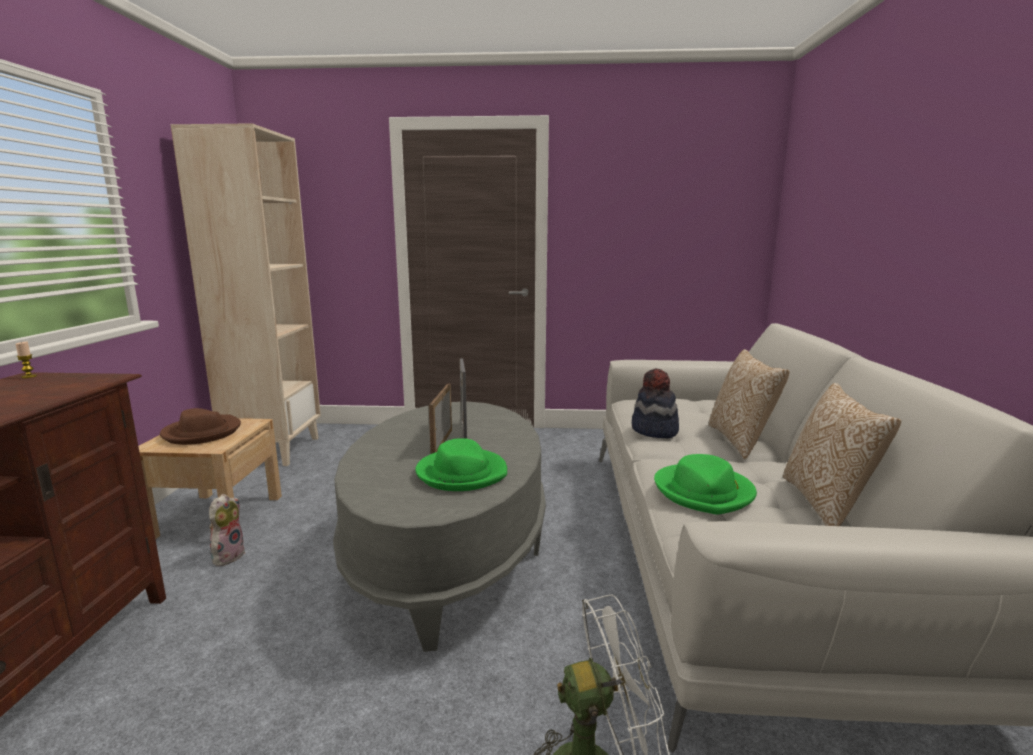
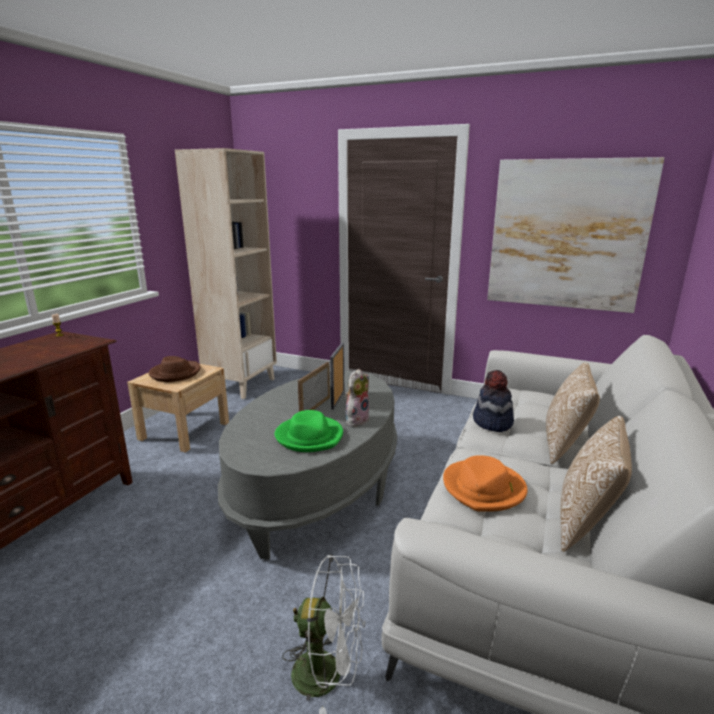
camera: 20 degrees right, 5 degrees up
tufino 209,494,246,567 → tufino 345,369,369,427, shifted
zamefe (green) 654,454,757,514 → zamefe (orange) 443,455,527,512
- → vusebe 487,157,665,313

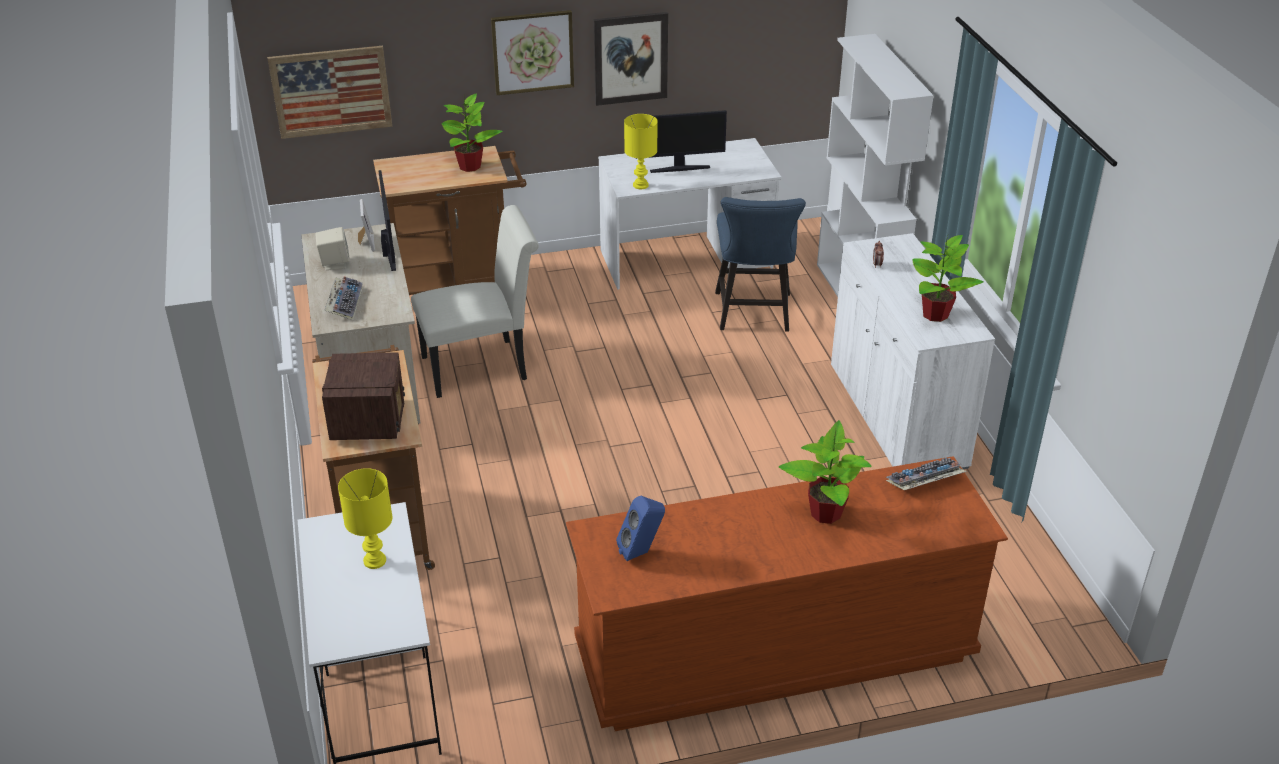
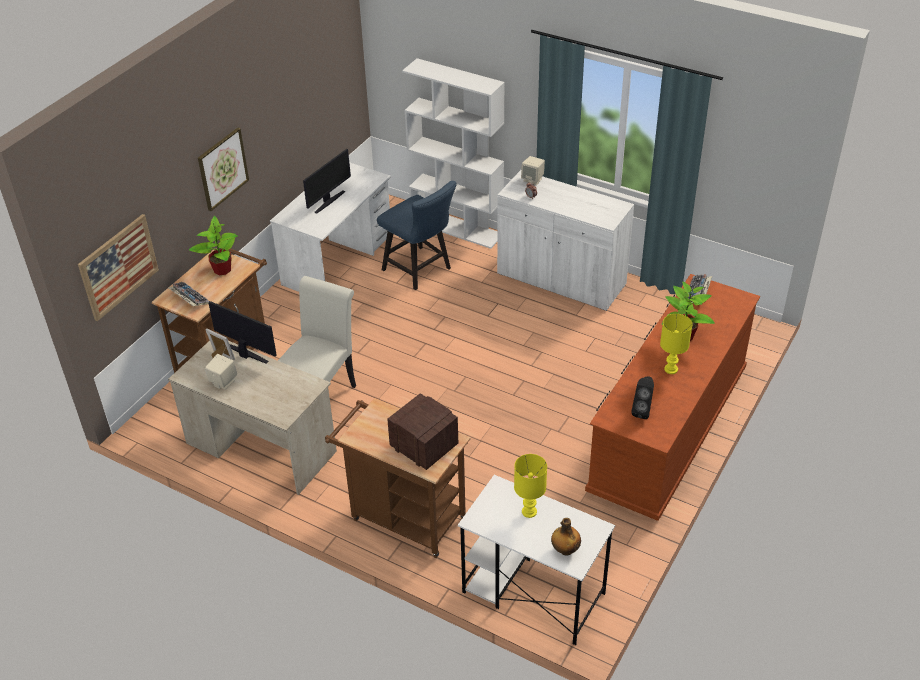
camera: 45 degrees left, 5 degrees up
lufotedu 325,276,363,320 → lufotedu 168,282,209,306, shifted
vusebe 593,12,668,106 → -
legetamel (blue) 616,496,665,561 → legetamel (black) 631,376,654,419
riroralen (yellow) 624,114,658,189 → riroralen (yellow) 660,314,693,374, shifted
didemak 912,235,983,322 → -
- → legetamel (beige) 521,156,545,185
- → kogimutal 551,518,581,556

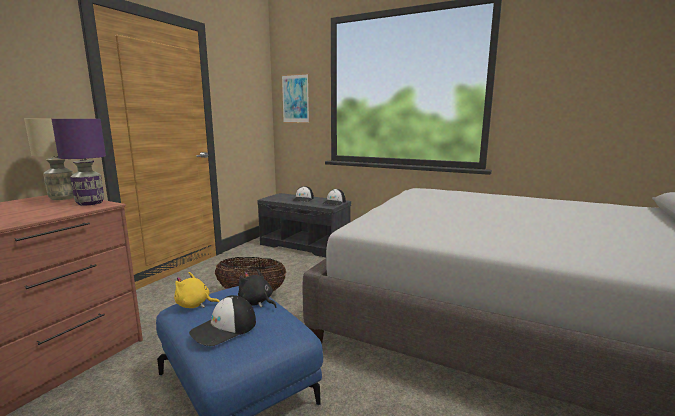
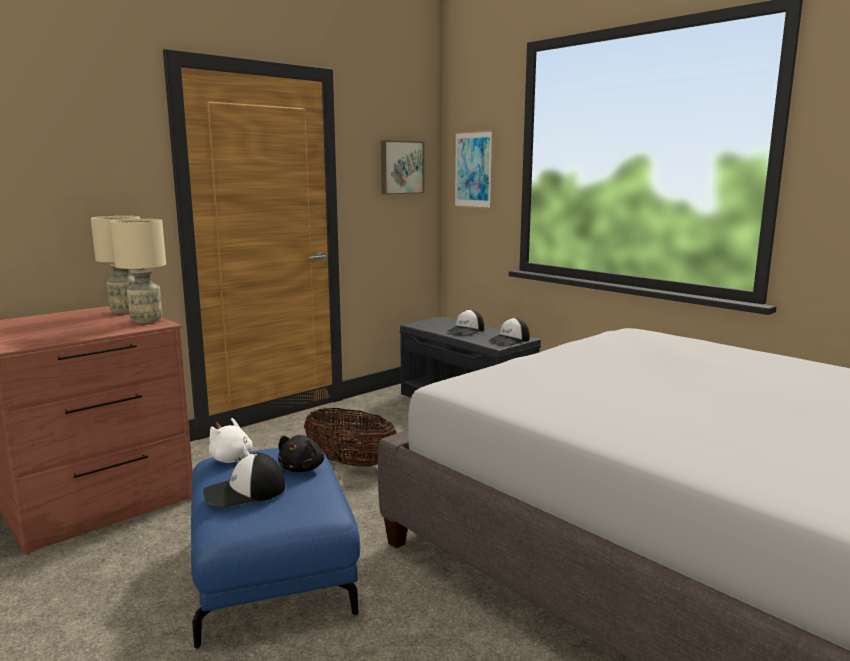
camera: 20 degrees right, 0 degrees up
riroralen (purple) 52,119,106,206 → riroralen (beige) 110,219,166,324
tufino (yellow) 174,272,219,308 → tufino (white) 209,418,252,463
tufino (black) 238,269,277,308 → tufino (black) 278,435,324,472, 135 degrees counterclockwise
- → vusebe 381,140,424,195

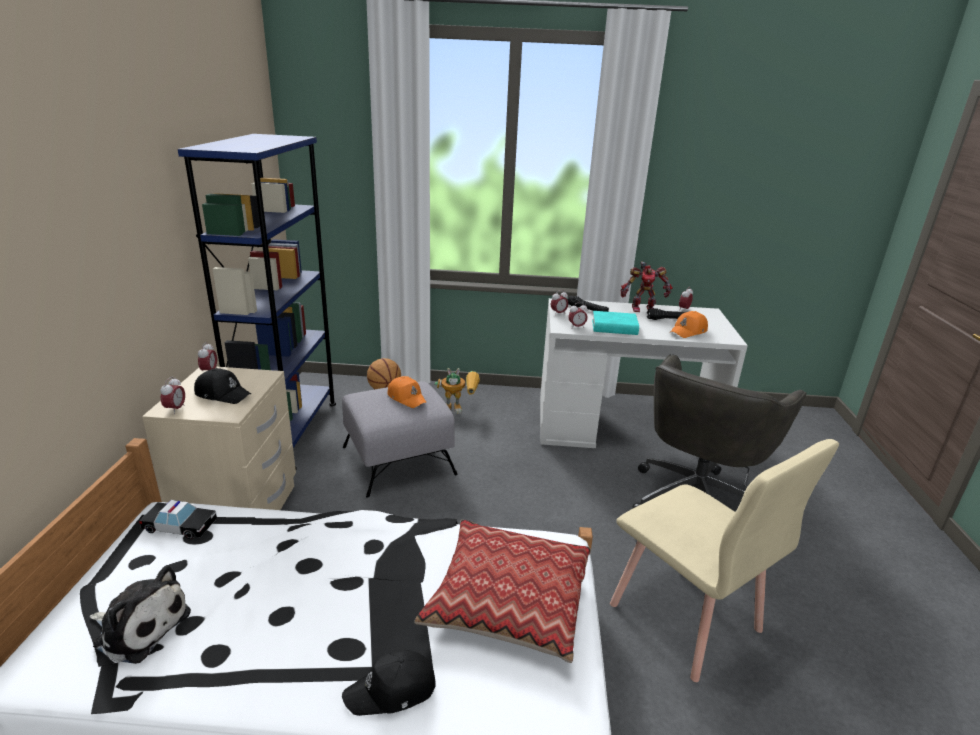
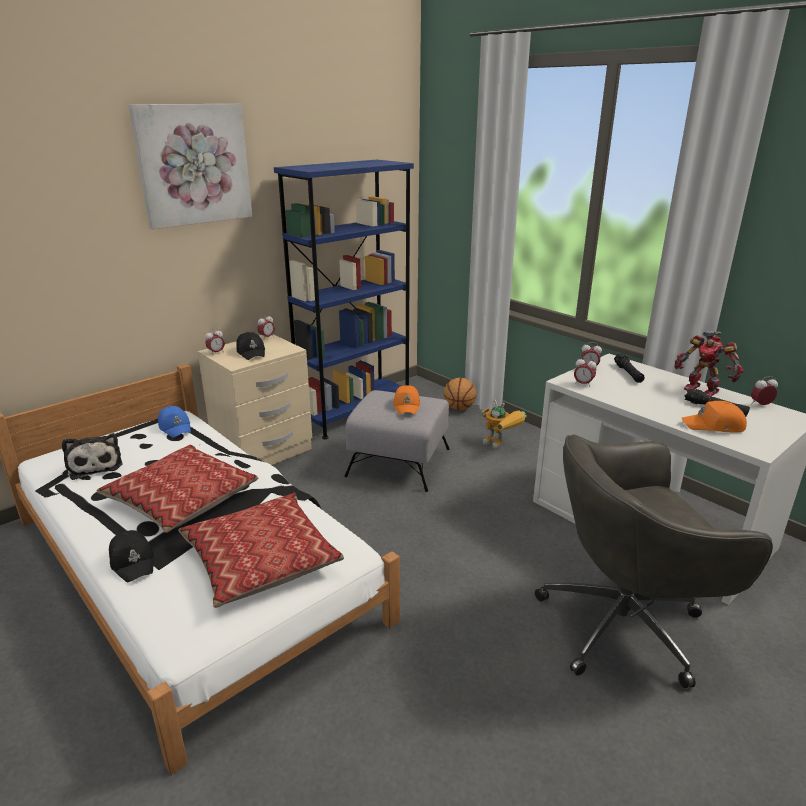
camera: 45 degrees right, 0 degrees up
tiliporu 139,500,217,539 → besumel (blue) 158,406,191,438
besumel (black) 342,650,436,716 → besumel (black) 109,530,154,582, 150 degrees counterclockwise
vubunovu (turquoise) 592,311,639,335 → -
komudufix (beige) 610,439,839,682 → -
- → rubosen 97,445,258,533
- → vusebe 129,104,252,229

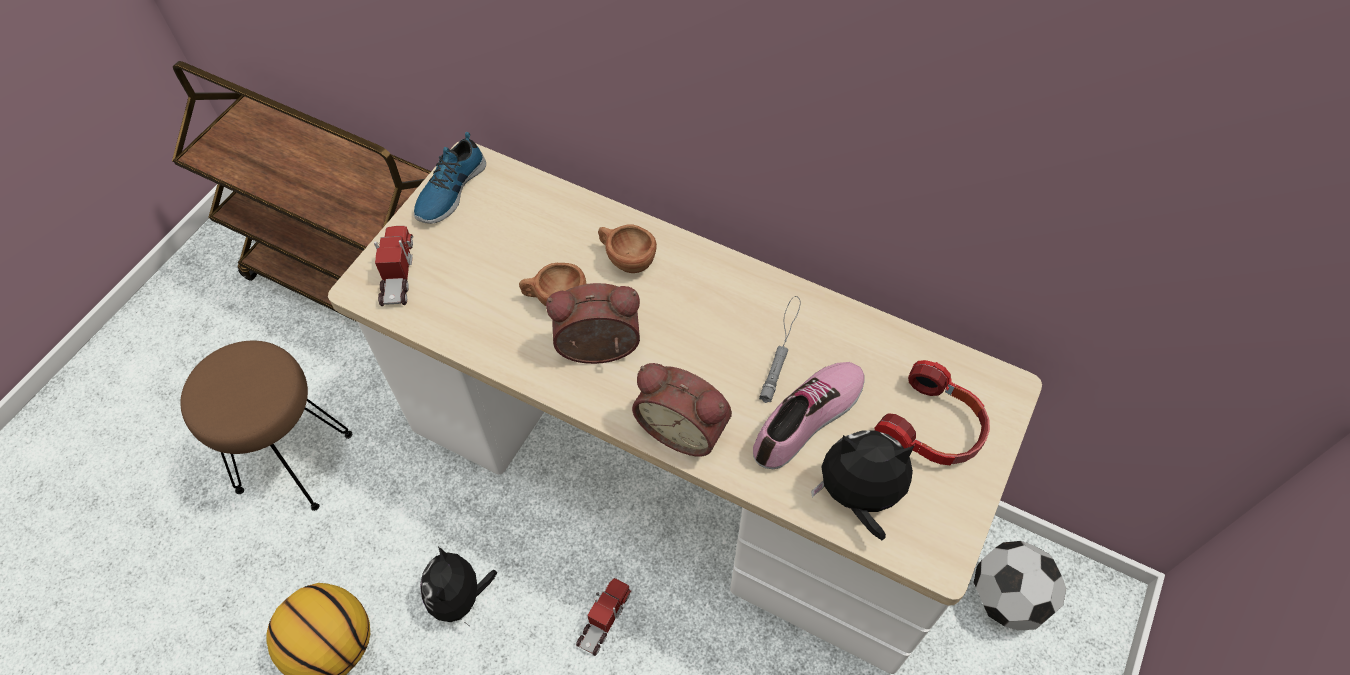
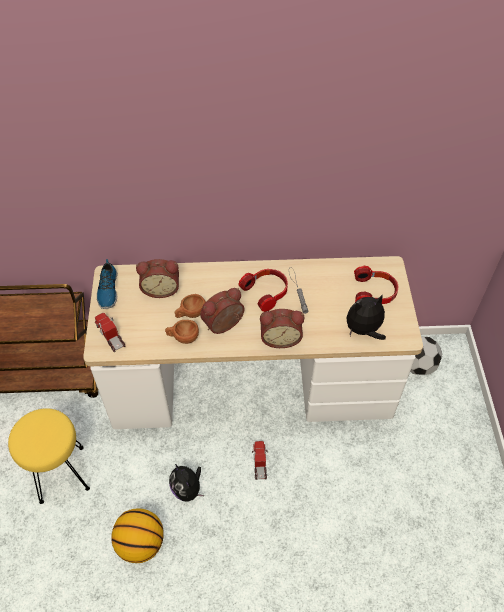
camera: 30 degrees left, 5 degrees down
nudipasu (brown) 180,341,352,511 → nudipasu (yellow) 8,408,90,504
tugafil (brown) 598,225,657,273 → tugafil (brown) 165,320,199,344, shifted
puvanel 753,362,865,469 → -
- → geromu 136,259,179,298
- → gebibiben 238,269,288,312

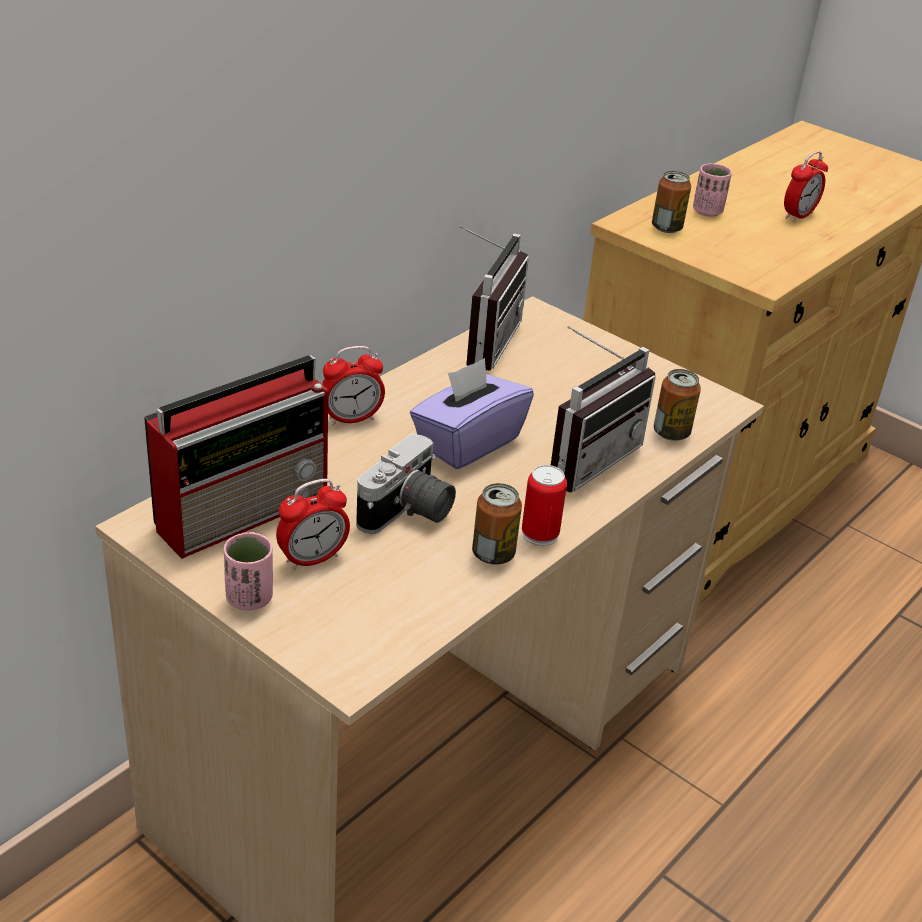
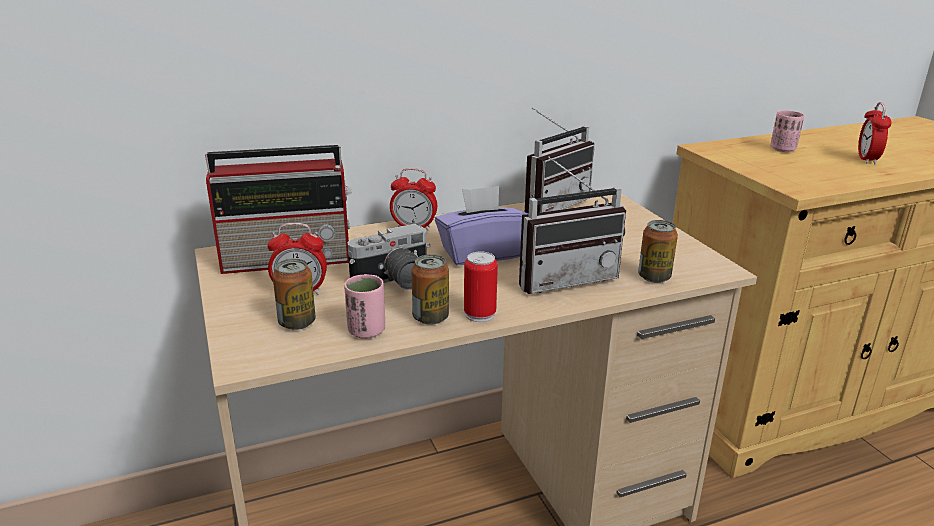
camera: 30 degrees right, 10 degrees down
tugafil (pink) 224,532,273,611 → tugafil (pink) 344,274,385,339, shifted
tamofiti 652,171,691,233 → tamofiti 273,259,316,330, shifted
geromu 784,151,828,222 → geromu 858,102,891,164, 120 degrees clockwise

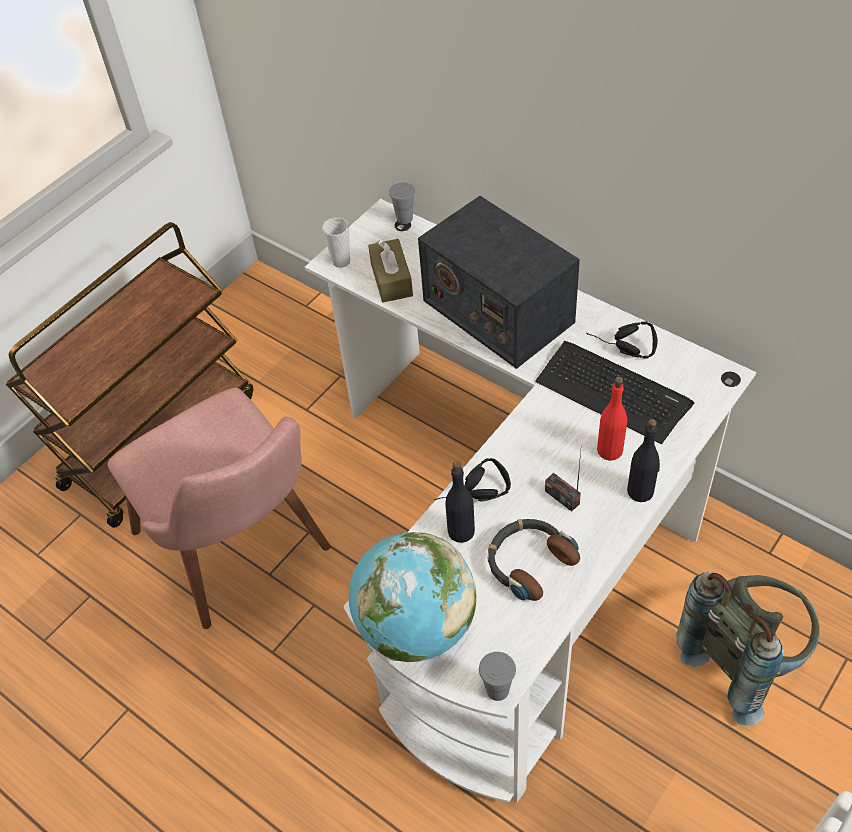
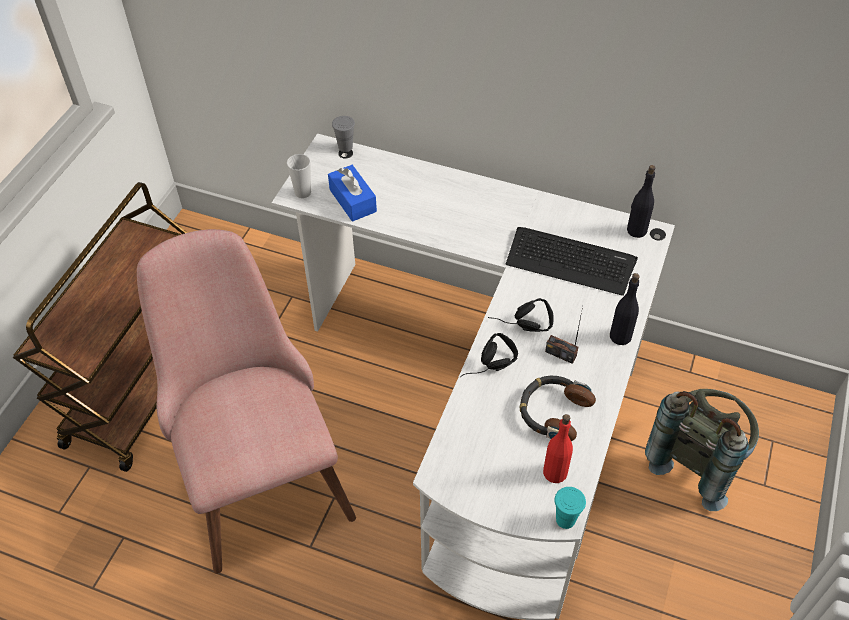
camera: 20 degrees left, 0 degrees up
komudufix (pink) 108,388,331,629 → komudufix (pink) 137,229,356,574, 150 degrees counterclockwise
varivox 349,532,477,662 → -
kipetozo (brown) 368,239,413,302 → kipetozo (blue) 328,165,377,222
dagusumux 418,196,580,369 → -
kogimutal (black) 445,461,475,543 → kogimutal (black) 627,165,655,238, shifted
tugafil (grey) 479,652,516,701 → tugafil (turquoise) 554,487,586,529
gebibiben (black) 586,321,658,359 → gebibiben (black) 488,298,554,332, shifted
kogimutal (red) 597,377,627,461 → kogimutal (red) 543,414,573,483, shifted

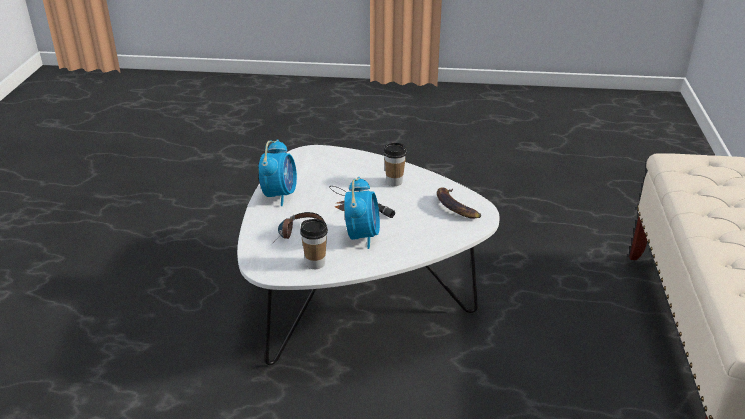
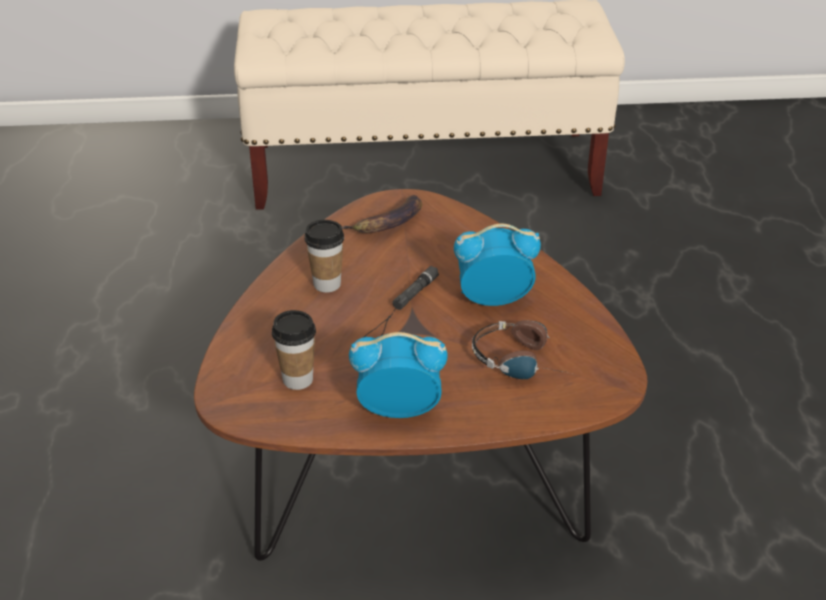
camera: 100 degrees left, 5 degrees up
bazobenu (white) 237,145,500,365 → bazobenu (brown) 194,189,648,561
tugafil 300,219,328,269 → tugafil 272,310,316,390, shifted

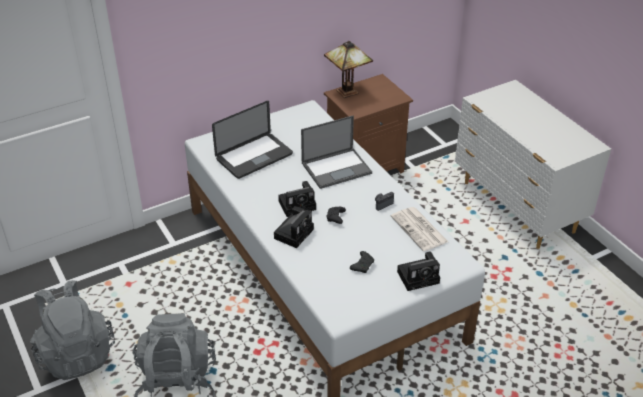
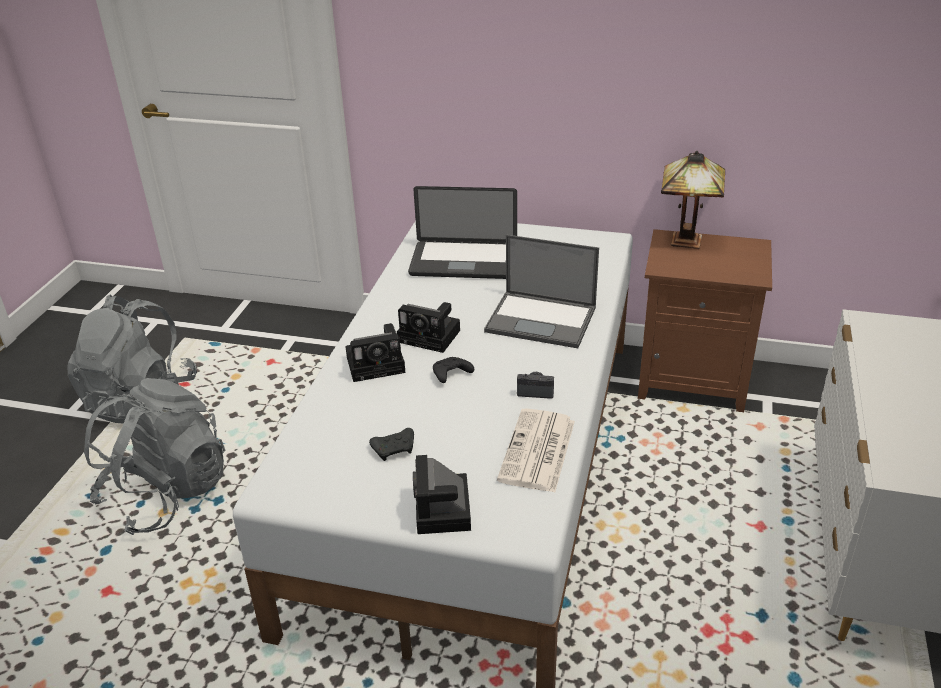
camera: 45 degrees right, 5 degrees down
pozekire 397,251,440,291 → pozekire 413,455,471,534, 60 degrees clockwise

